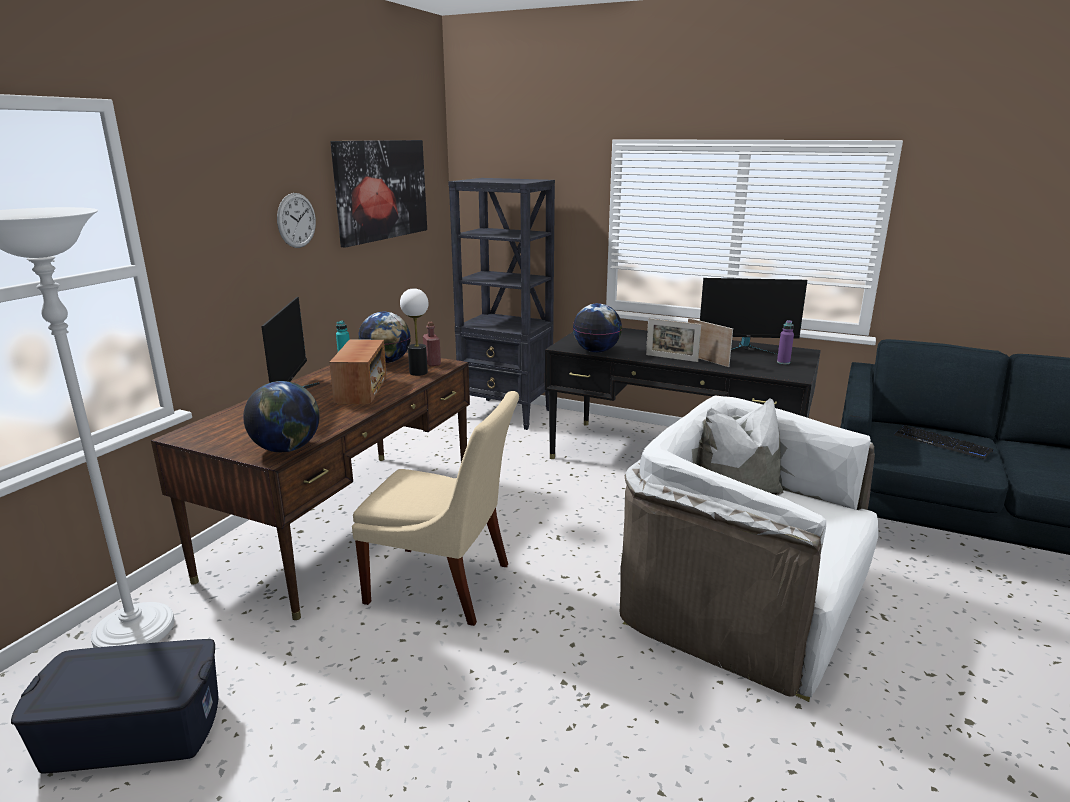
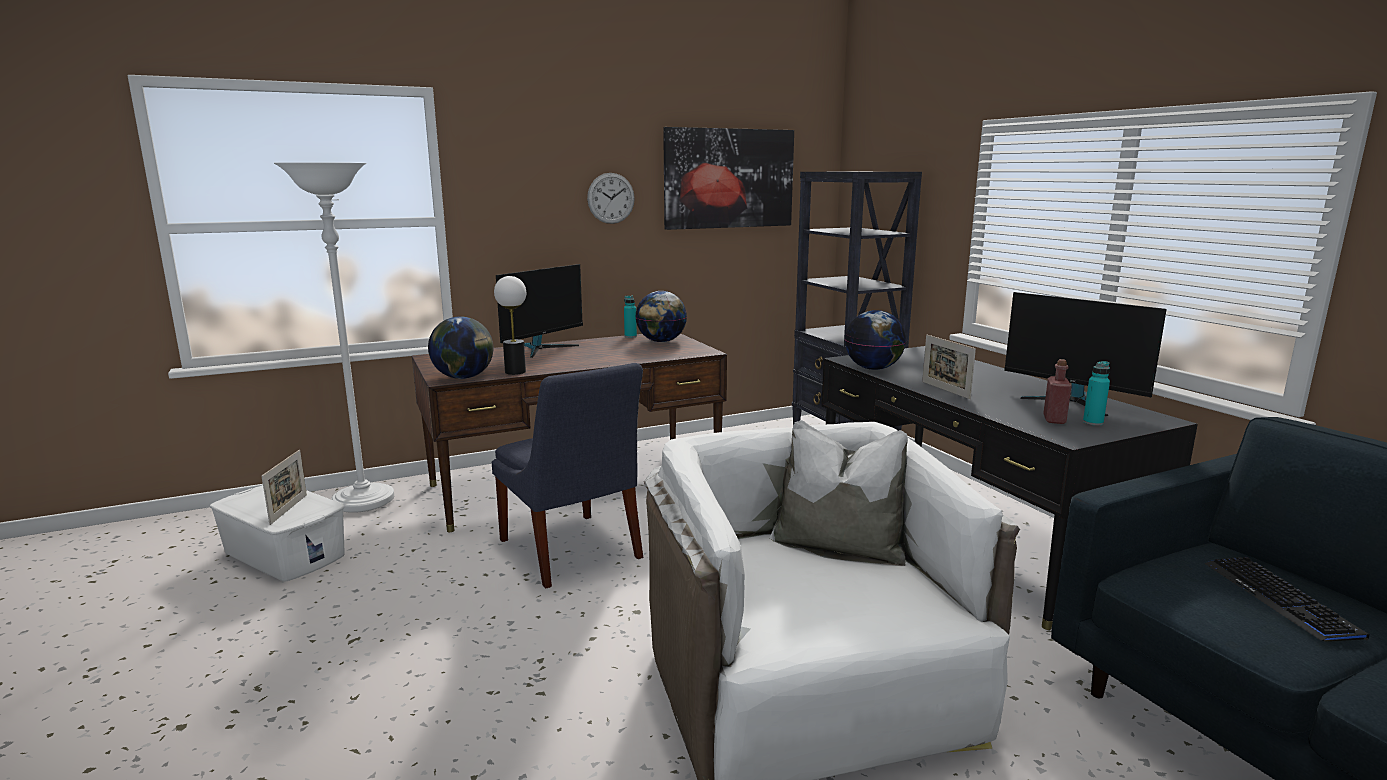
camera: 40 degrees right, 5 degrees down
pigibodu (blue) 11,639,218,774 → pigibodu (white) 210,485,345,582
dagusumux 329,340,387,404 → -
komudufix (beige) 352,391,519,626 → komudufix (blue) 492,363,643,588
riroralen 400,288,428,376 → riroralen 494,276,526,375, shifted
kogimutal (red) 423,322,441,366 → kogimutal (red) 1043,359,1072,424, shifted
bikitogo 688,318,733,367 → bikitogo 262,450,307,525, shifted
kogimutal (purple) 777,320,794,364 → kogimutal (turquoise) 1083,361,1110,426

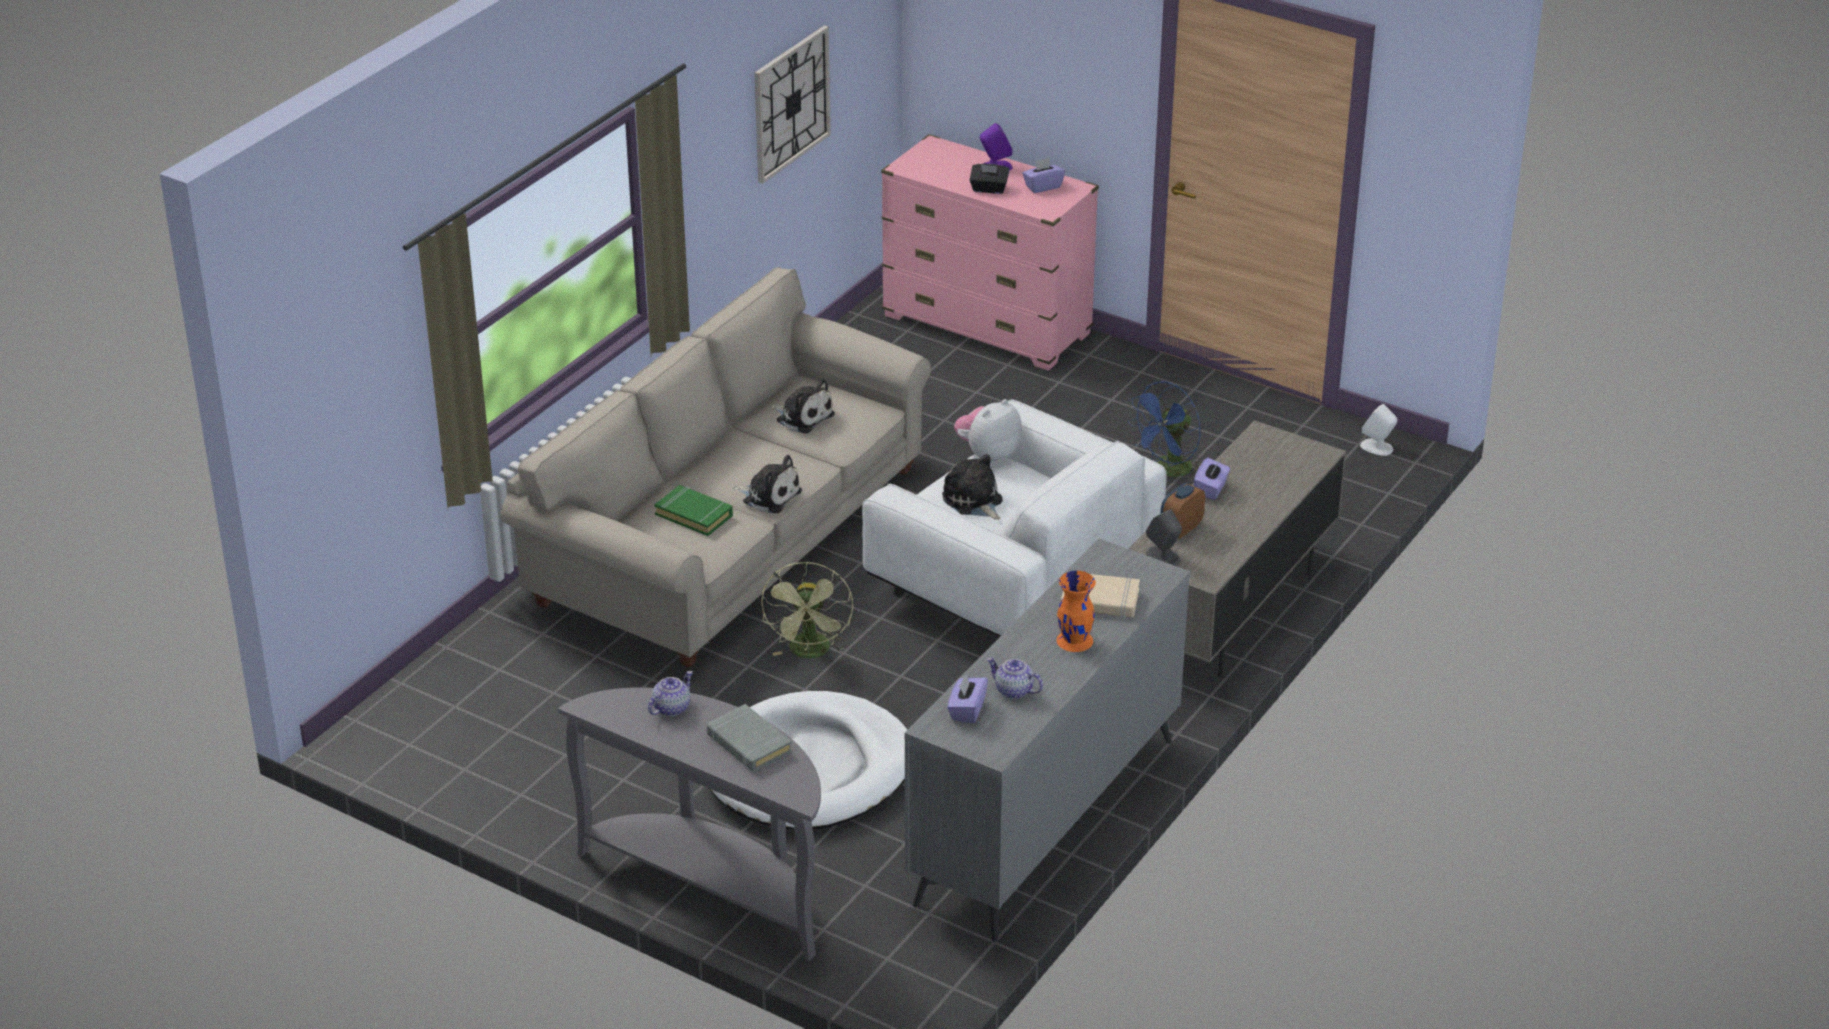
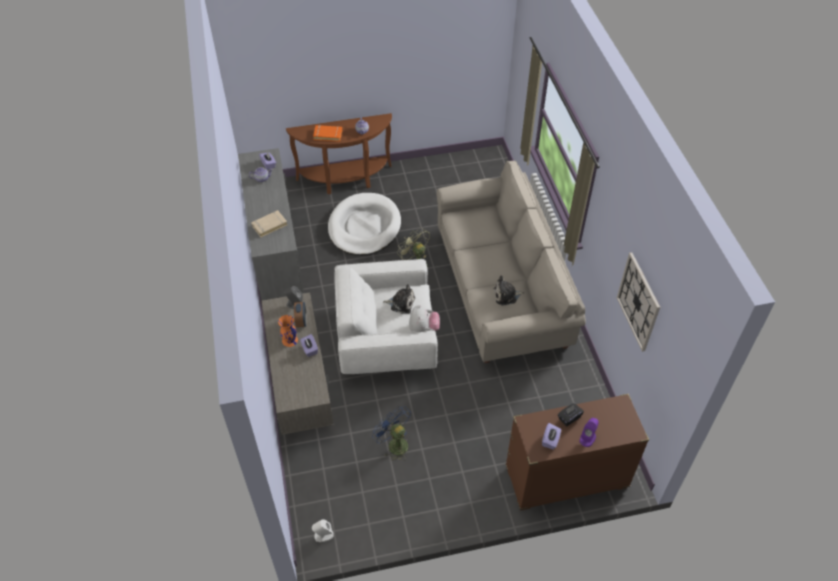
camera: 135 degrees right, 15 degrees up
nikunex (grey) 558,687,821,961 → nikunex (brown) 286,113,392,194
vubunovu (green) 654,485,733,536 → -
vubunovu (grey) 707,704,792,772 → vubunovu (orange) 313,125,342,142
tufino 733,455,802,513 → -
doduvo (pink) 881,134,1099,371 → doduvo (brown) 506,394,649,511
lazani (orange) 1057,571,1096,652 → lazani (orange) 278,315,298,347, shifted
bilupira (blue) 1127,381,1202,481 → bilupira (blue) 372,406,411,461, 45 degrees counterclockwise

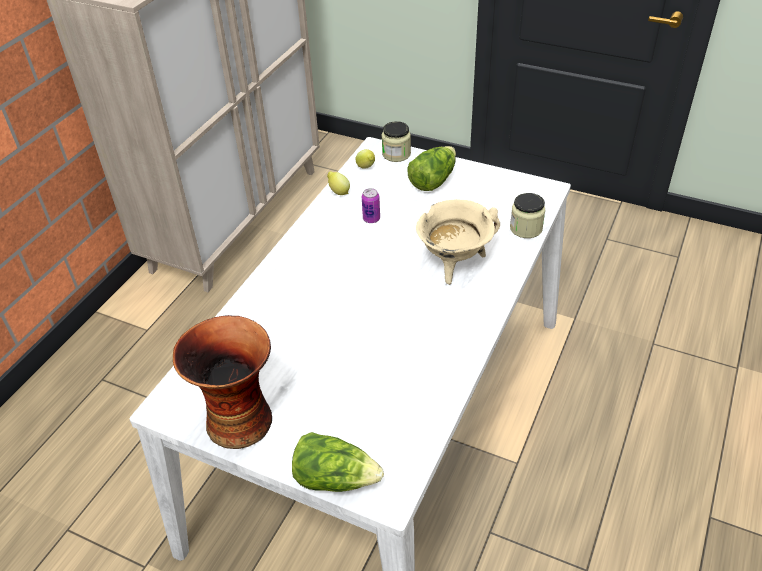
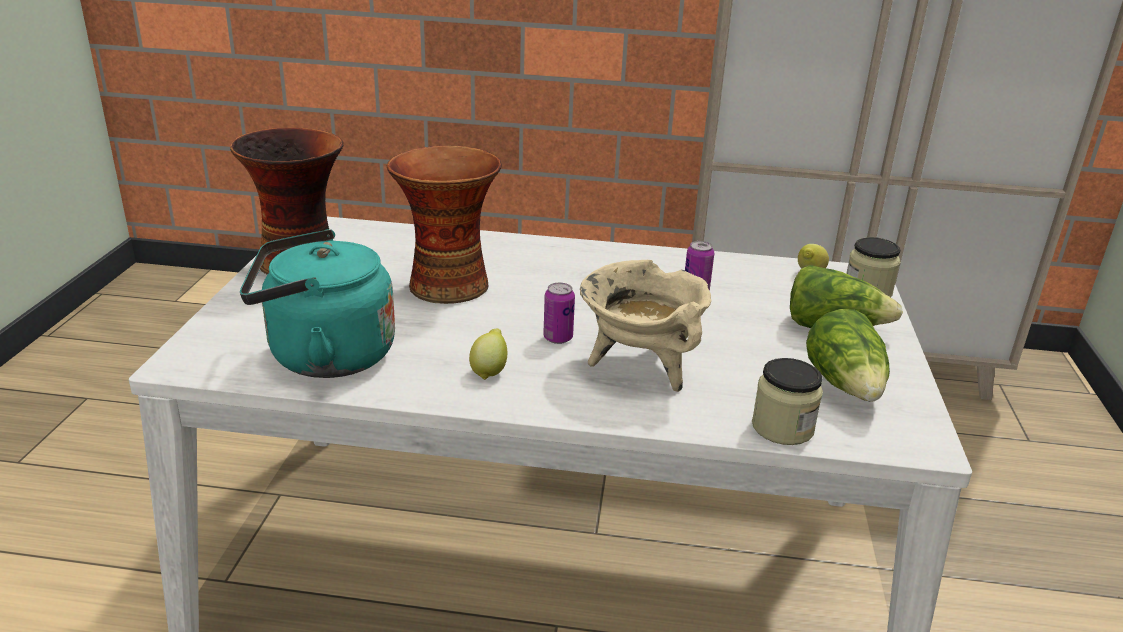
camera: 70 degrees right, 15 degrees down
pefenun 292,432,384,492 → pefenun 806,309,890,402, shifted
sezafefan 327,171,350,195 → sezafefan 469,328,507,380, shifted
- → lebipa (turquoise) 240,229,395,378
- → lazani 387,146,502,304
- → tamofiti 543,283,575,344

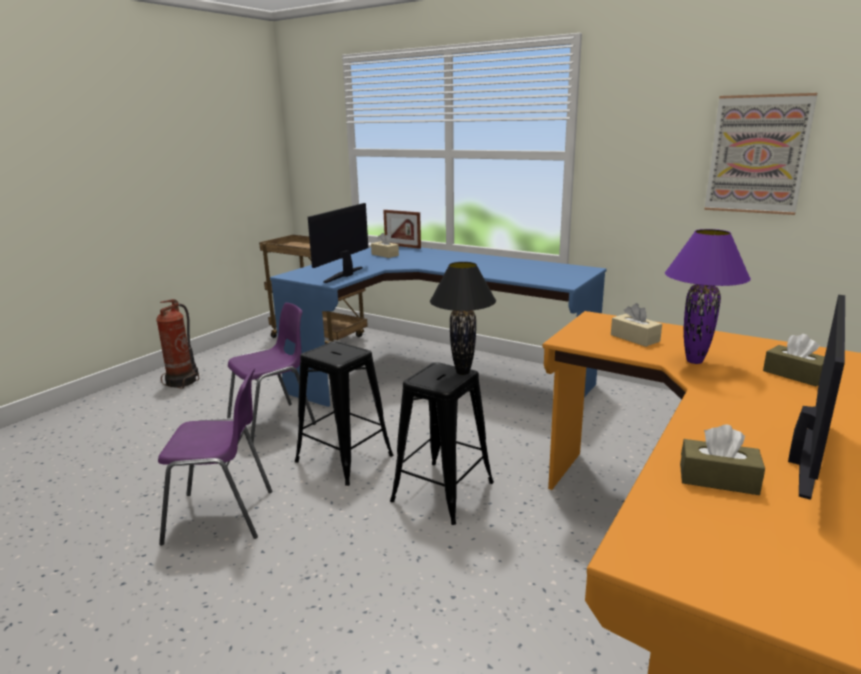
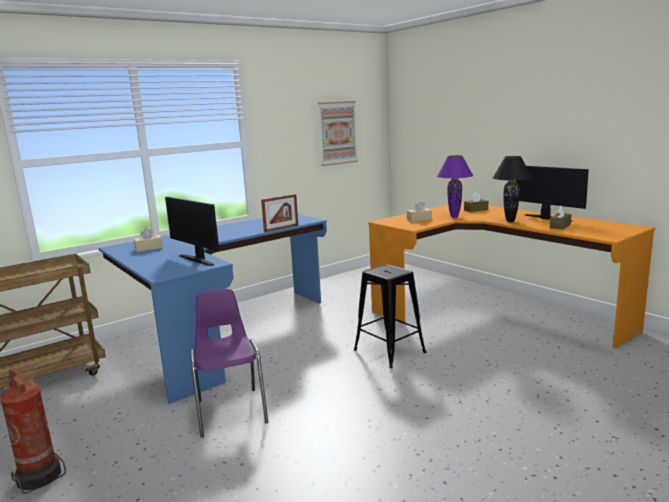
camera: 70 degrees left, 5 degrees down
komudufix (purple) 158,367,272,546 → -
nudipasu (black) 295,341,394,486 → -
bikitogo 383,210,421,249 → bikitogo 261,194,298,232, shifted
riroralen (black) 430,262,496,375 → riroralen (black) 493,156,532,222, shifted

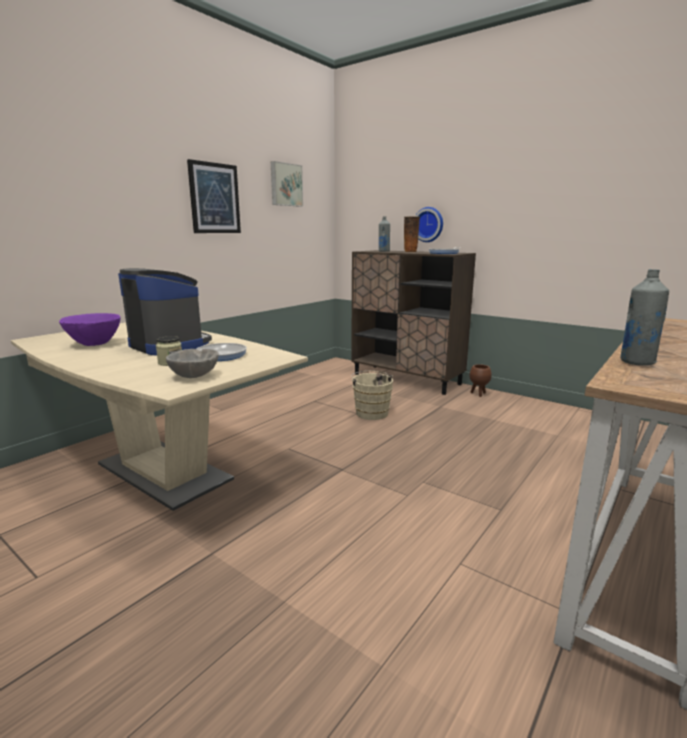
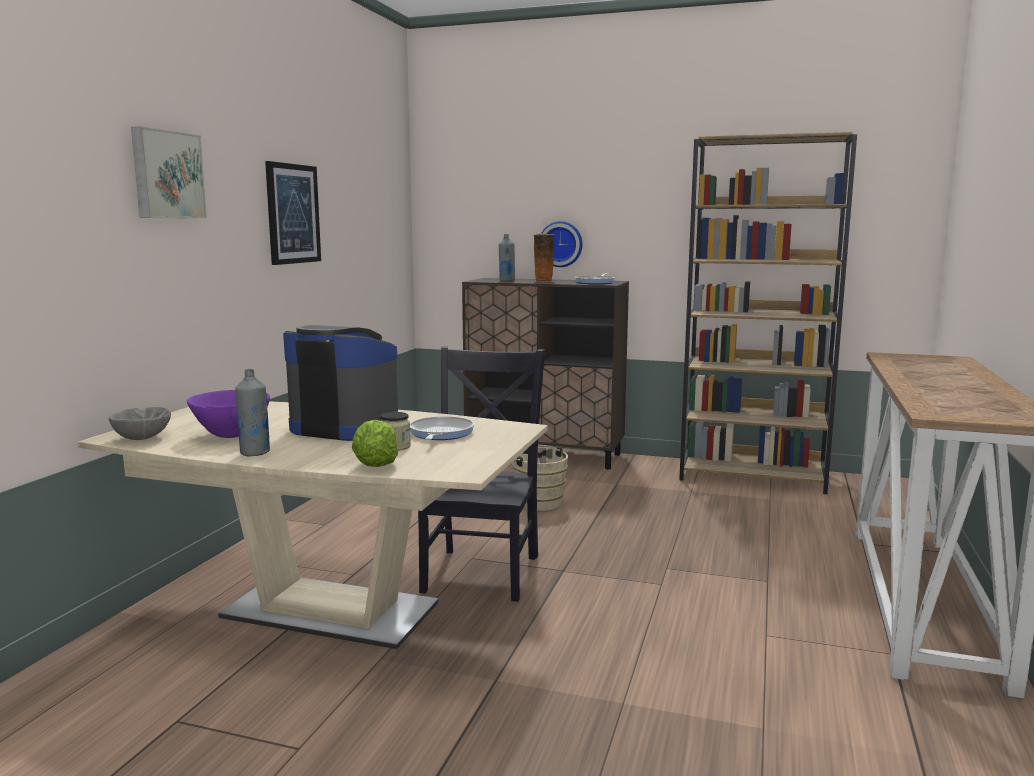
camera: 20 degrees left, 5 degrees down
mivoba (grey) 166,349,219,378 → mivoba (grey) 109,407,171,440, shifted
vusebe 271,161,303,207 → vusebe 131,126,207,218, shifted
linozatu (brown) 469,364,492,397 → -
kogimutal (grey) 620,269,669,366 → kogimutal (grey) 235,369,270,456, shifted
- → pefenun 352,420,398,467
- → komudufix (black) 418,347,545,602
- → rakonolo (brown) 679,132,857,494

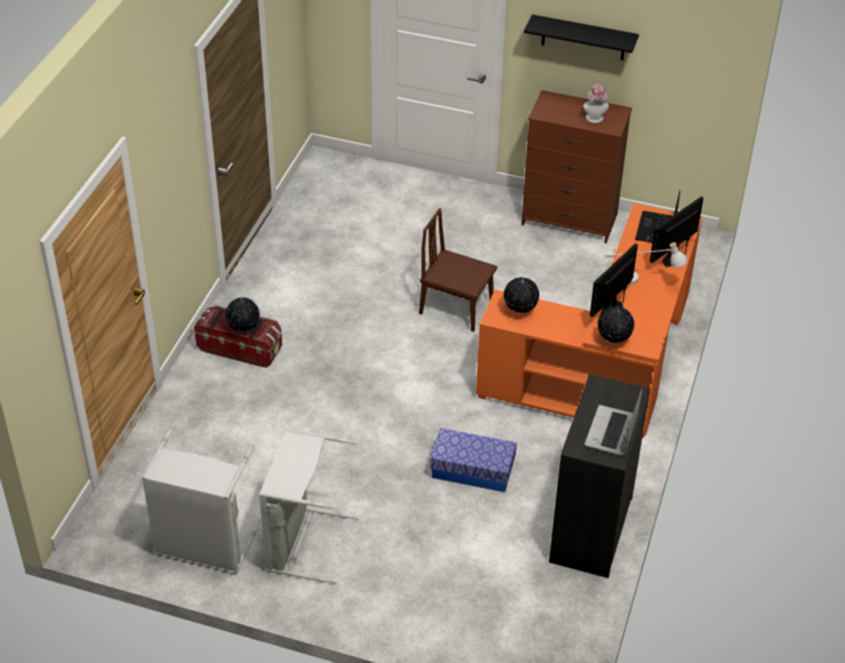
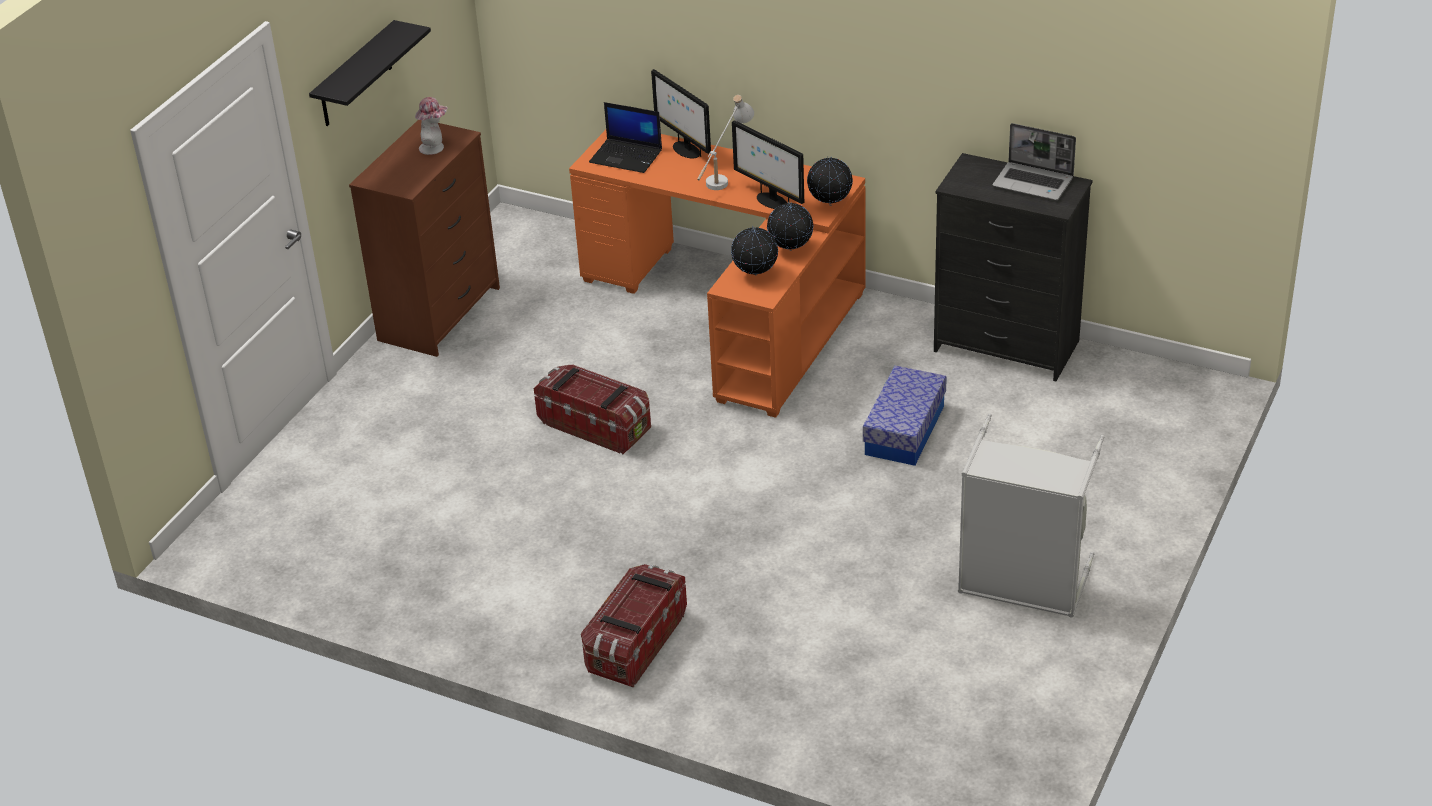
camera: 80 degrees left, 5 degrees down
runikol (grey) 142,425,261,575 → -
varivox 225,298,260,332 → varivox 767,202,813,251, shifted
komudufix (brown) 419,208,497,332 → pigibodu 534,364,651,454

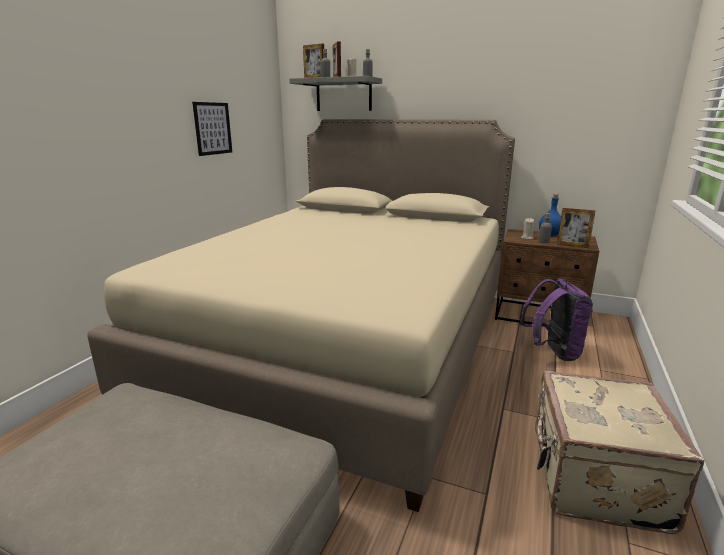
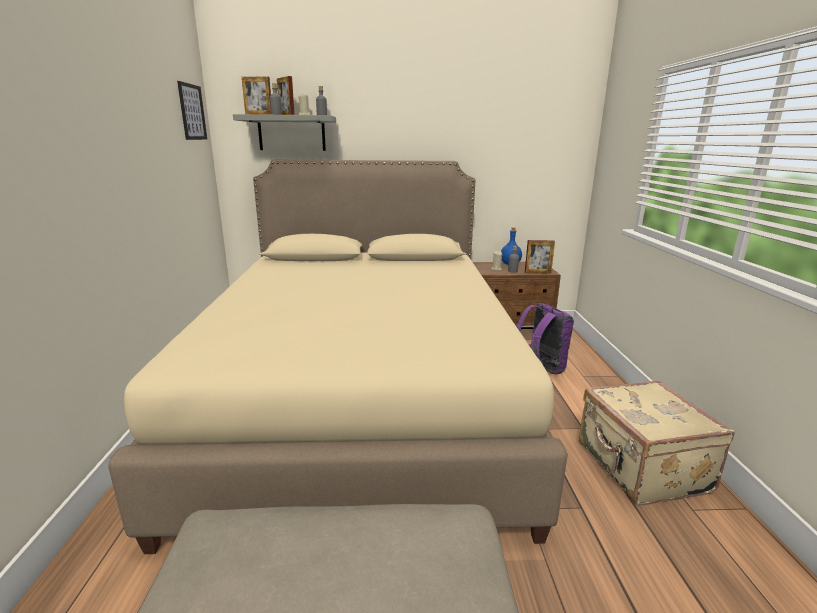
camera: 25 degrees left, 0 degrees up
vusebe 192,102,232,156 → vusebe 177,81,207,140, shifted

